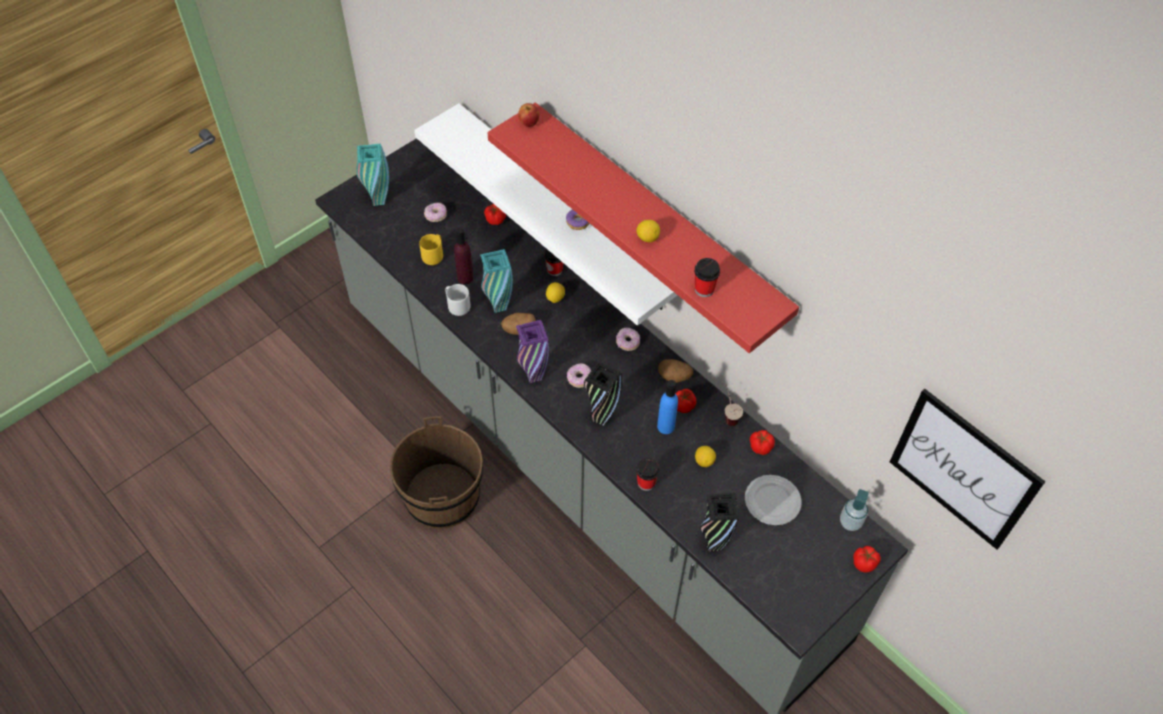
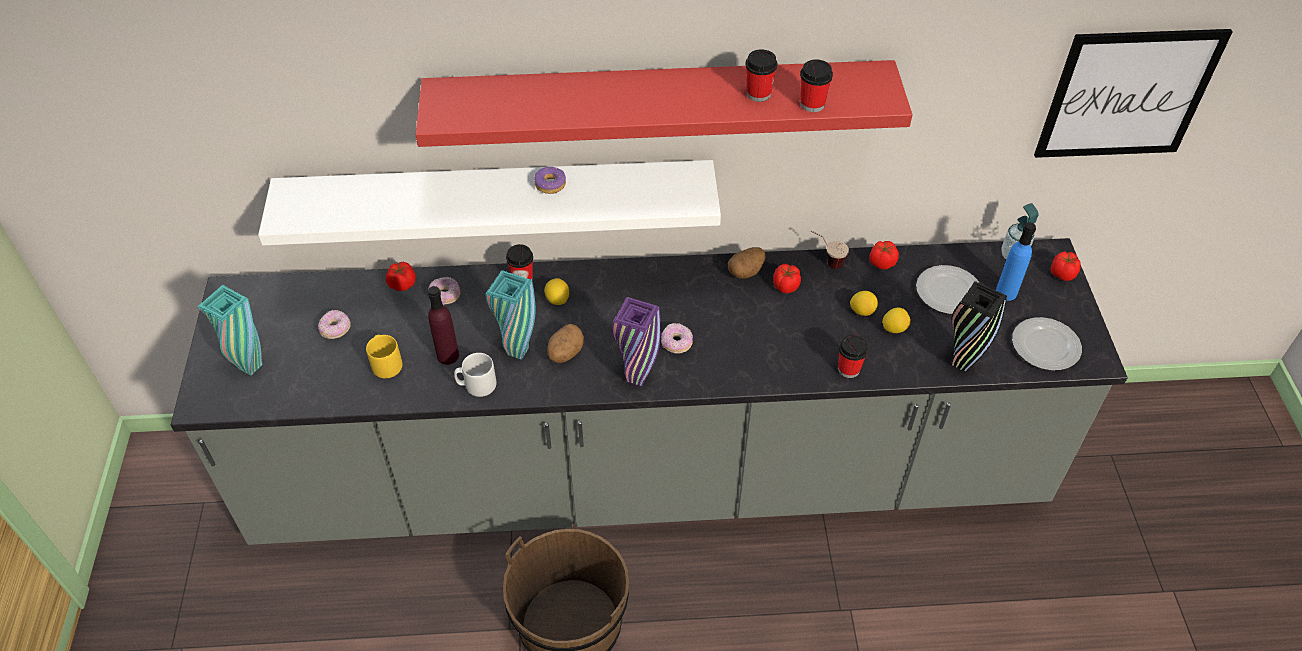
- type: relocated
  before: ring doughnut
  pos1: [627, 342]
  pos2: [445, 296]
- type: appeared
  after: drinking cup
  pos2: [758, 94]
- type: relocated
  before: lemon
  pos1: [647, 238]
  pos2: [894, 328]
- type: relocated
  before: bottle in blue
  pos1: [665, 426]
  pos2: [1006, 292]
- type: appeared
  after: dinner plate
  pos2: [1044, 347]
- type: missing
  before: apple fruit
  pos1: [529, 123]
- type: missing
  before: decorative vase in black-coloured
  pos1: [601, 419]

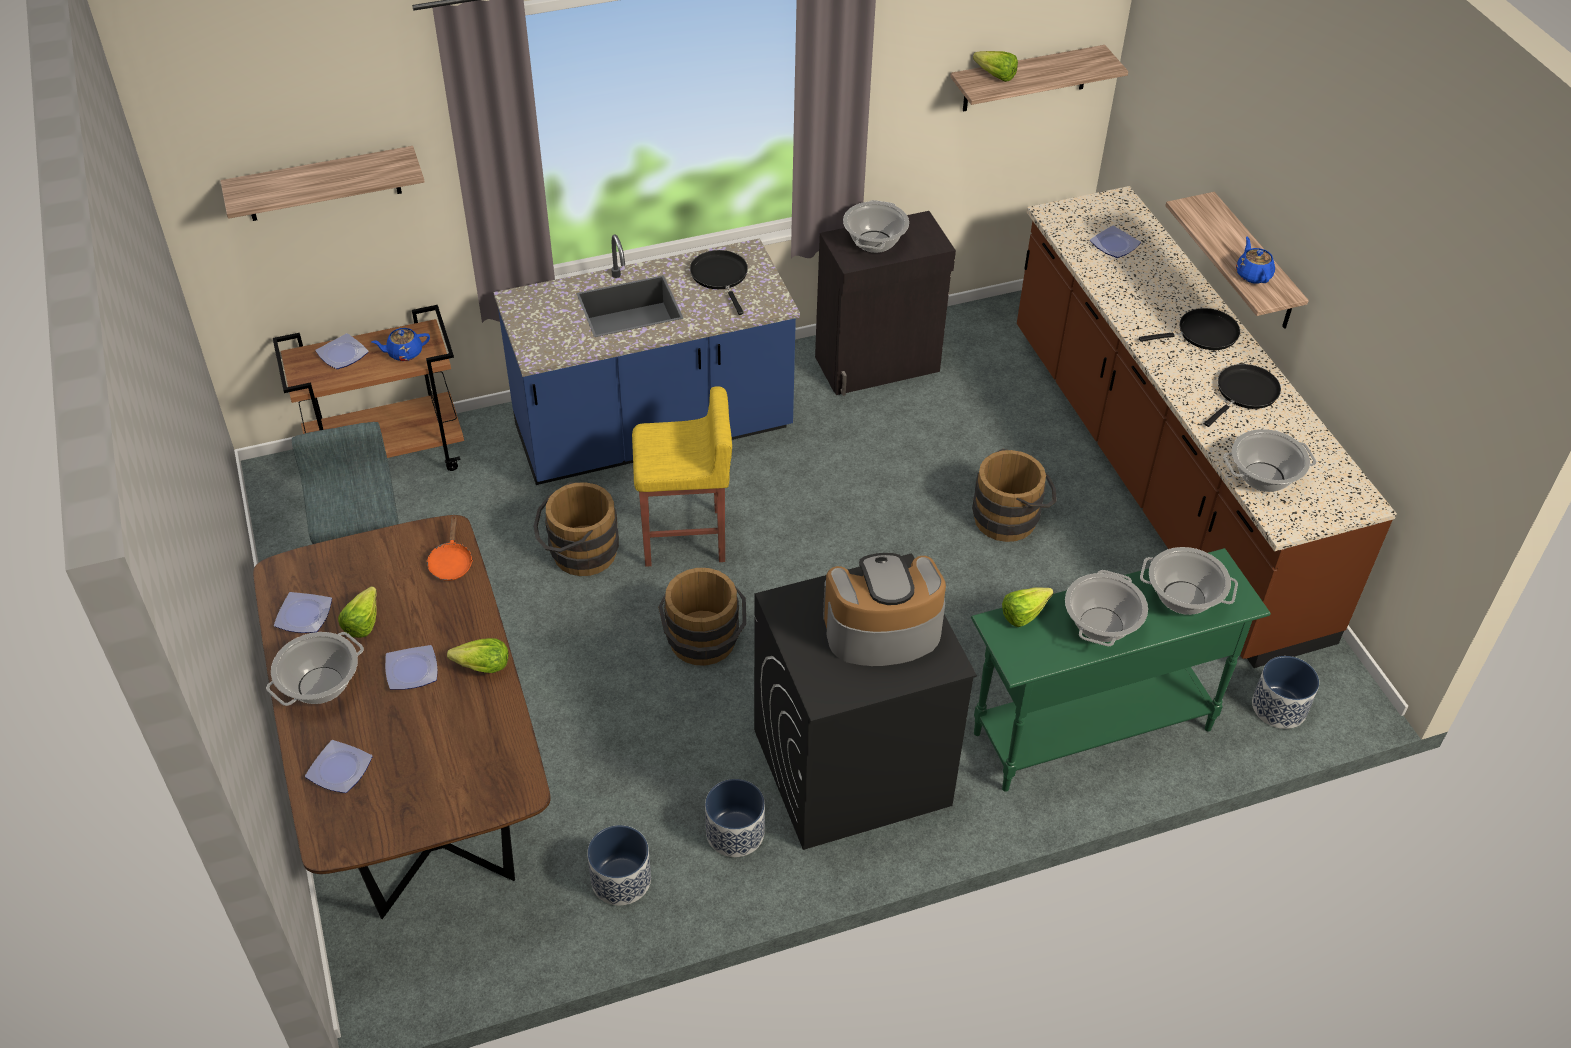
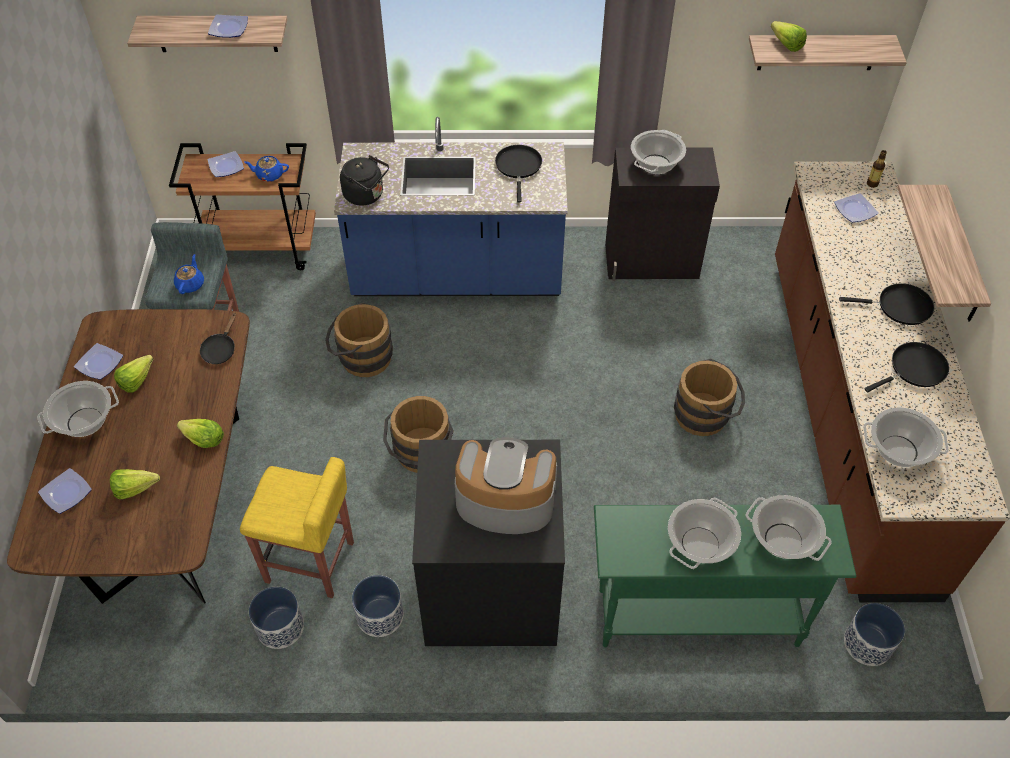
- type: relocated
  before: lettuce head
  pos1: [1028, 613]
  pos2: [139, 489]
- type: relocated
  before: tea pot in blue
  pos1: [1253, 274]
  pos2: [191, 284]
- type: colour
  before: pan in orange
  after: pan in black-coloured
  pos1: [451, 562]
  pos2: [220, 349]
- type: relocated
  before: dinner plate
  pos1: [412, 669]
  pos2: [229, 28]
- type: relocated
  before: stool in yellow
  pos1: [685, 538]
  pos2: [311, 563]
- type: appeared
  after: kettle in black-coloured
  pos2: [366, 195]
- type: appeared
  after: bottle
  pos2: [872, 184]

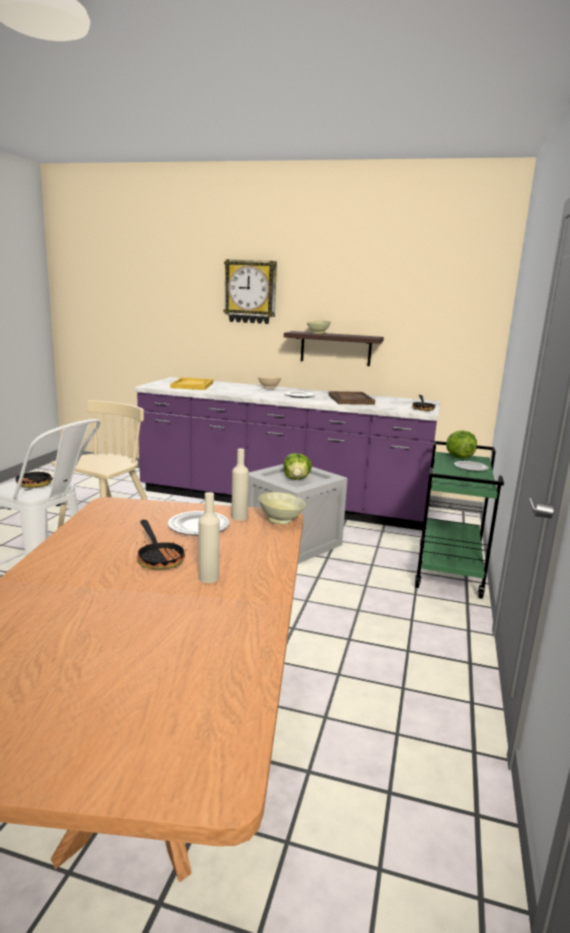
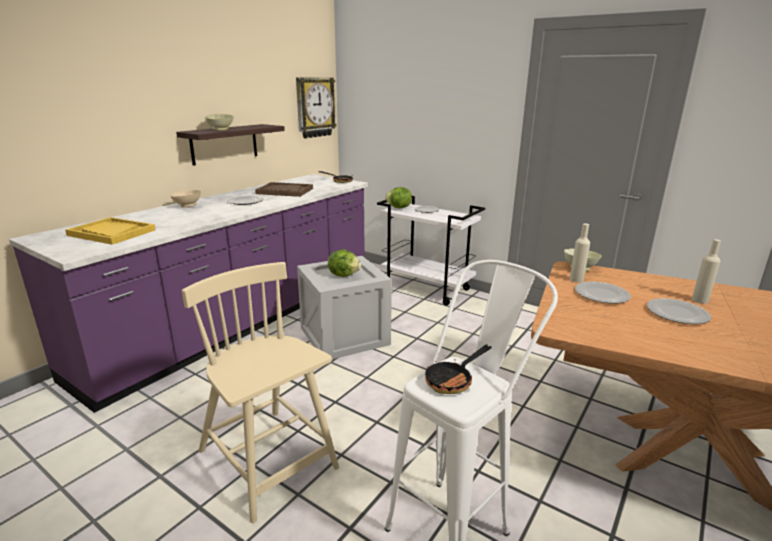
- type: relocated
  before: hanging clock
  pos1: [250, 292]
  pos2: [314, 107]
- type: colour
  before: trolley in green
  after: trolley in white
  pos1: [449, 571]
  pos2: [427, 288]
- type: exchanged
  before: pan
  after: dinner plate
  pos1: [159, 558]
  pos2: [676, 313]

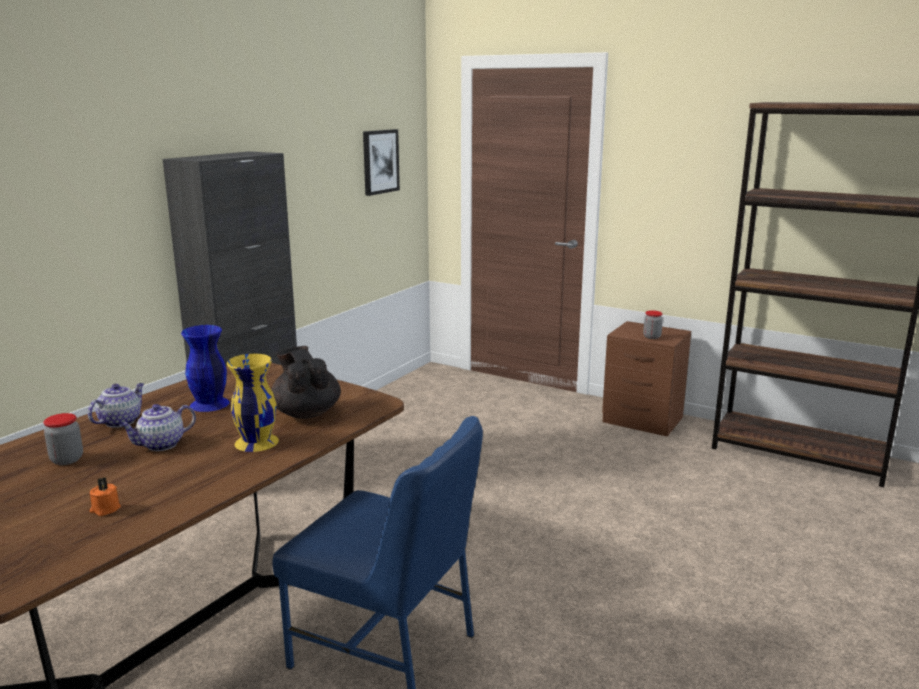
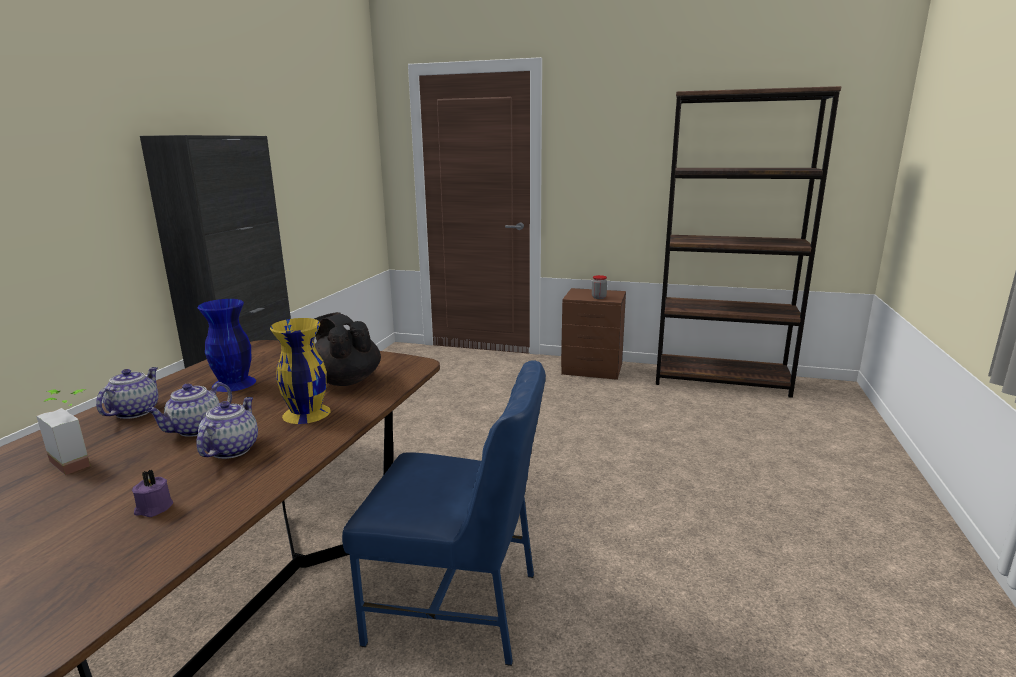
- type: exchanged
  before: storage jar
  after: potted plant
  pos1: [67, 459]
  pos2: [80, 460]
- type: colour
  before: candle in orange
  after: candle in purple
  pos1: [105, 509]
  pos2: [153, 508]
- type: appeared
  after: tea pot
  pos2: [232, 449]
- type: missing
  before: wall picture
  pos1: [380, 161]

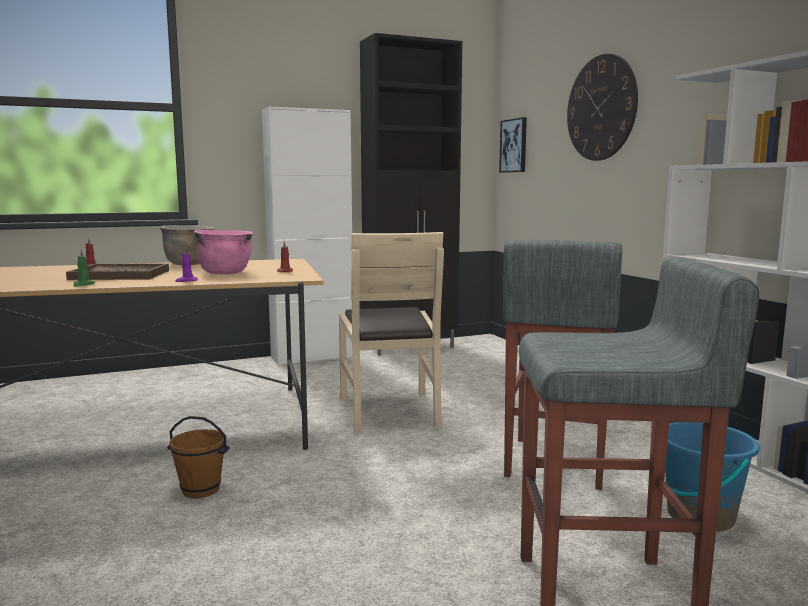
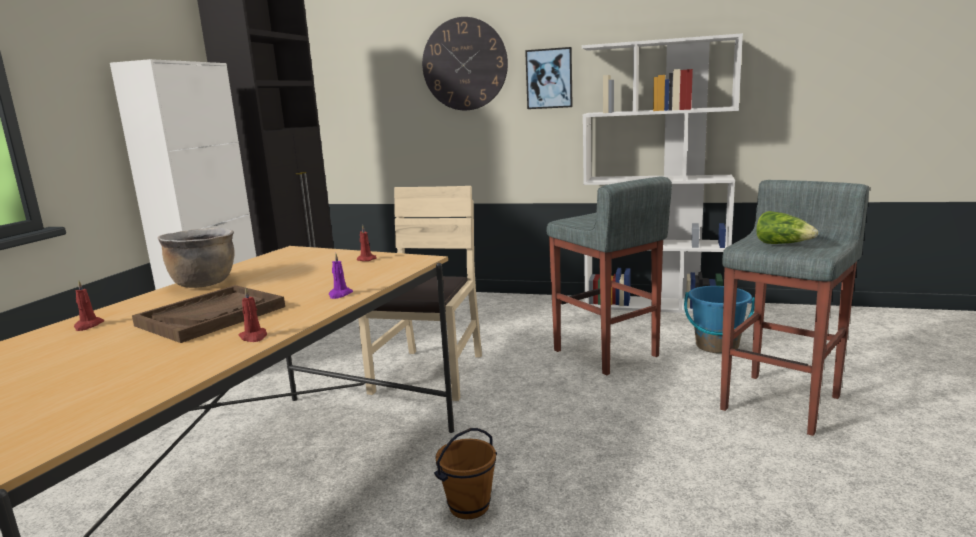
- type: colour
  before: candle in green
  after: candle in reddish
  pos1: [83, 285]
  pos2: [254, 337]
- type: spun
  before: upright chair in sand-coloured
  pos1: [389, 411]
  pos2: [430, 374]
  turn: -105
- type: relocated
  before: wall picture
  pos1: [514, 145]
  pos2: [549, 78]
- type: appeared
  after: lettuce head
  pos2: [783, 244]
- type: missing
  before: saucepot in pinkish
  pos1: [225, 273]

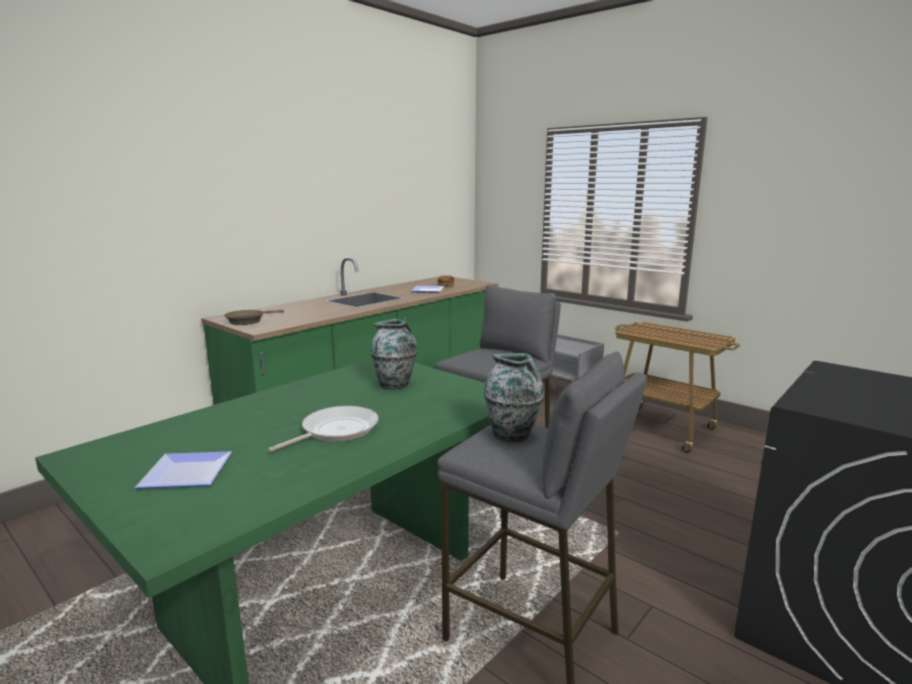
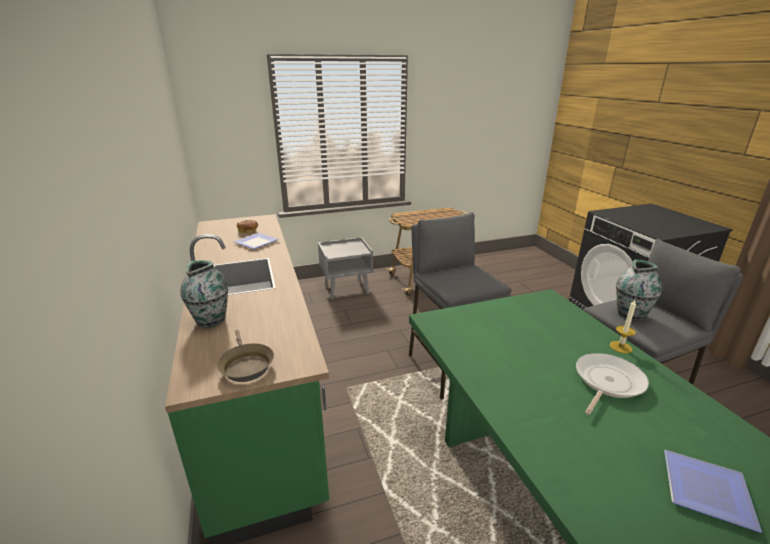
- type: relocated
  before: decorative vase
  pos1: [395, 384]
  pos2: [211, 320]
- type: spun
  before: pan
  pos1: [336, 431]
  pos2: [607, 382]
  turn: 60
- type: appeared
  after: candle
  pos2: [620, 347]

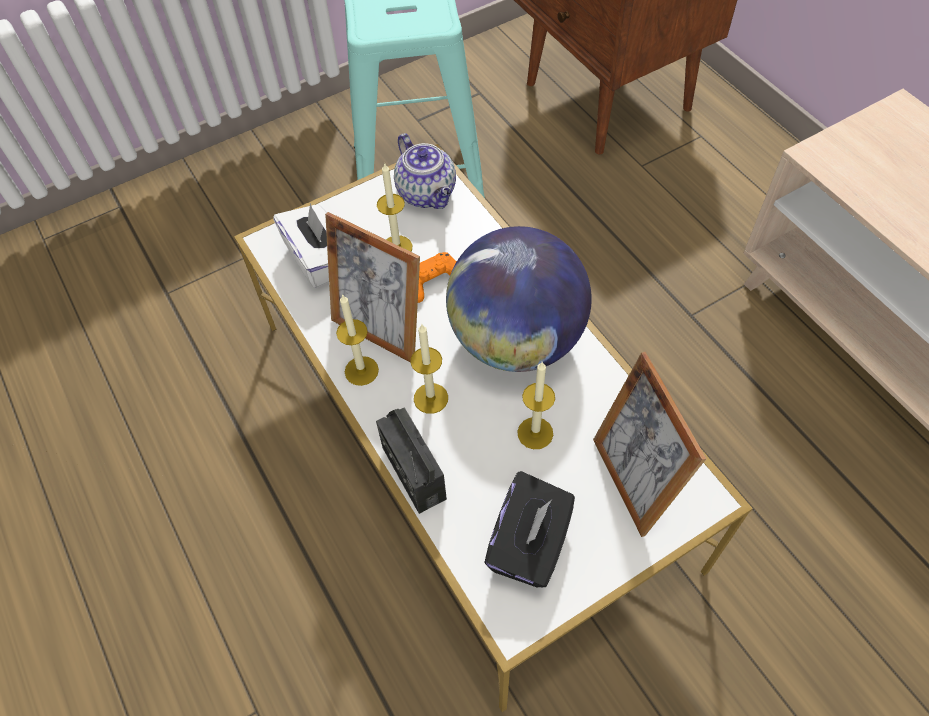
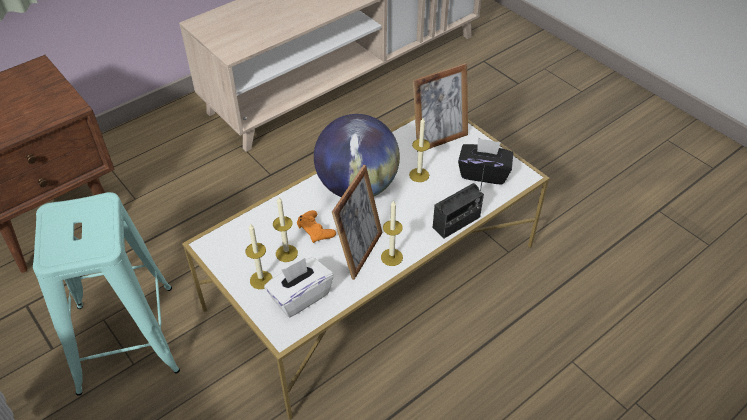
- type: relocated
  before: candle
  pos1: [431, 398]
  pos2: [261, 280]
- type: missing
  before: tea pot
  pos1: [428, 194]

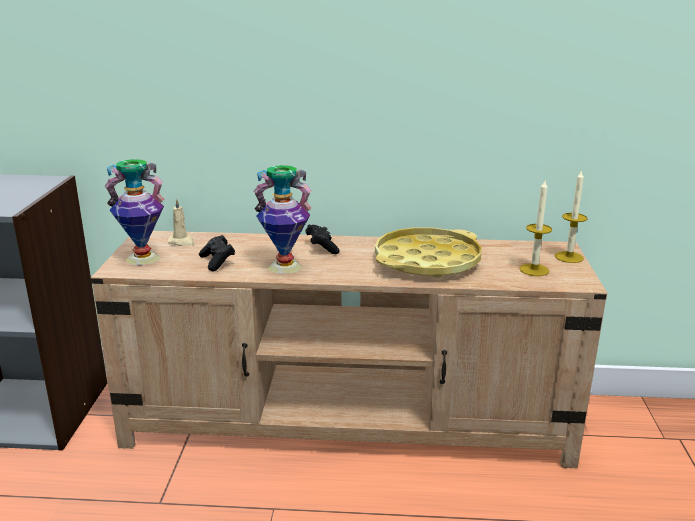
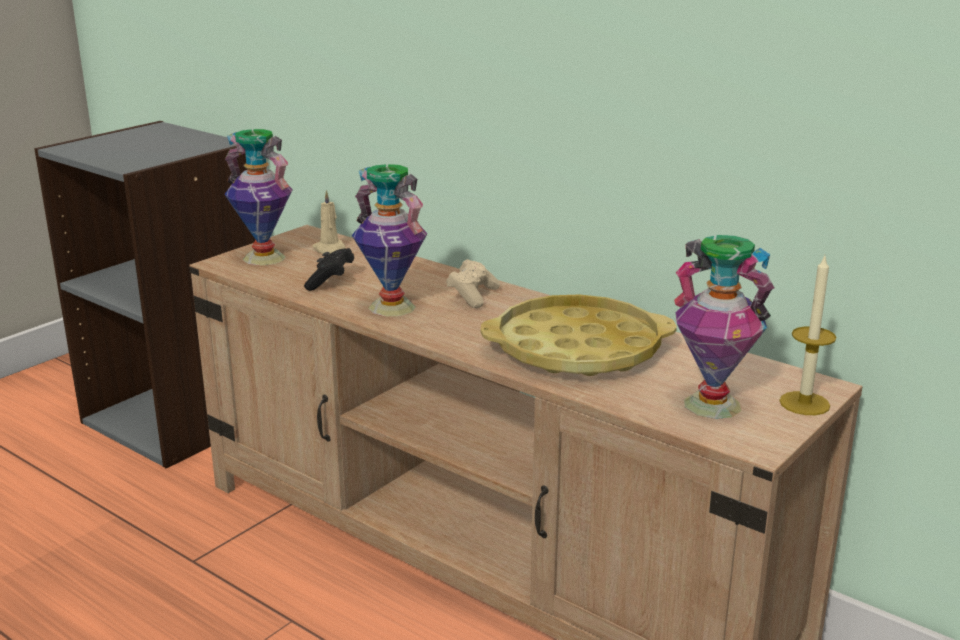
- type: colour
  before: game controller in black-coloured
  after: game controller in sand-coloured
  pos1: [322, 247]
  pos2: [473, 296]
- type: exchanged
  before: candle
  after: decorative vase
  pos1: [534, 270]
  pos2: [713, 404]

